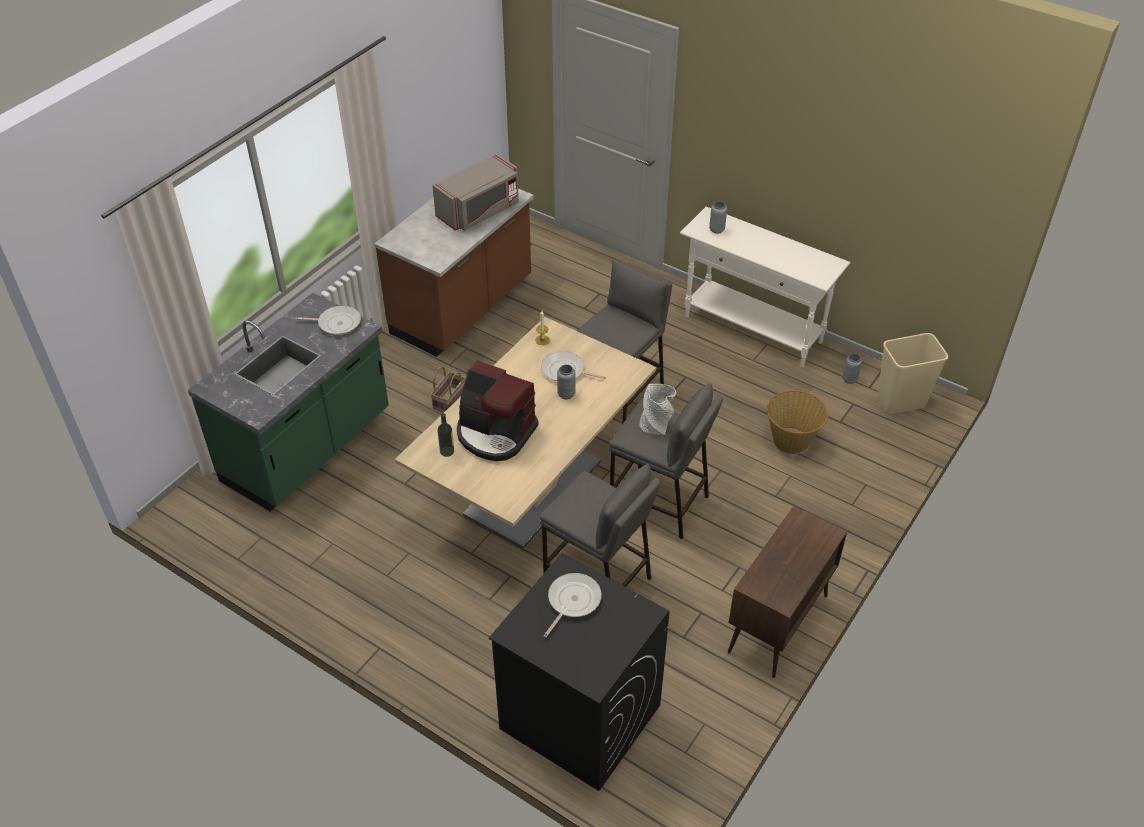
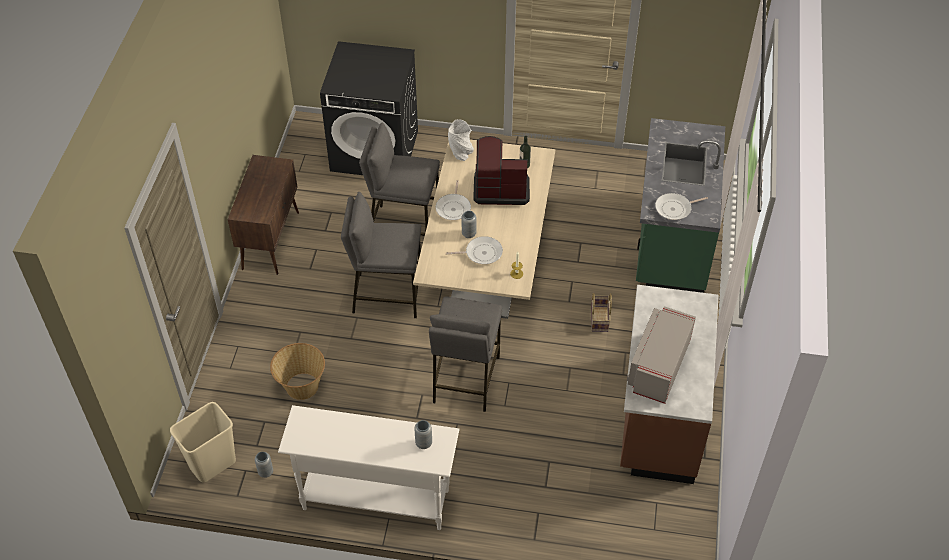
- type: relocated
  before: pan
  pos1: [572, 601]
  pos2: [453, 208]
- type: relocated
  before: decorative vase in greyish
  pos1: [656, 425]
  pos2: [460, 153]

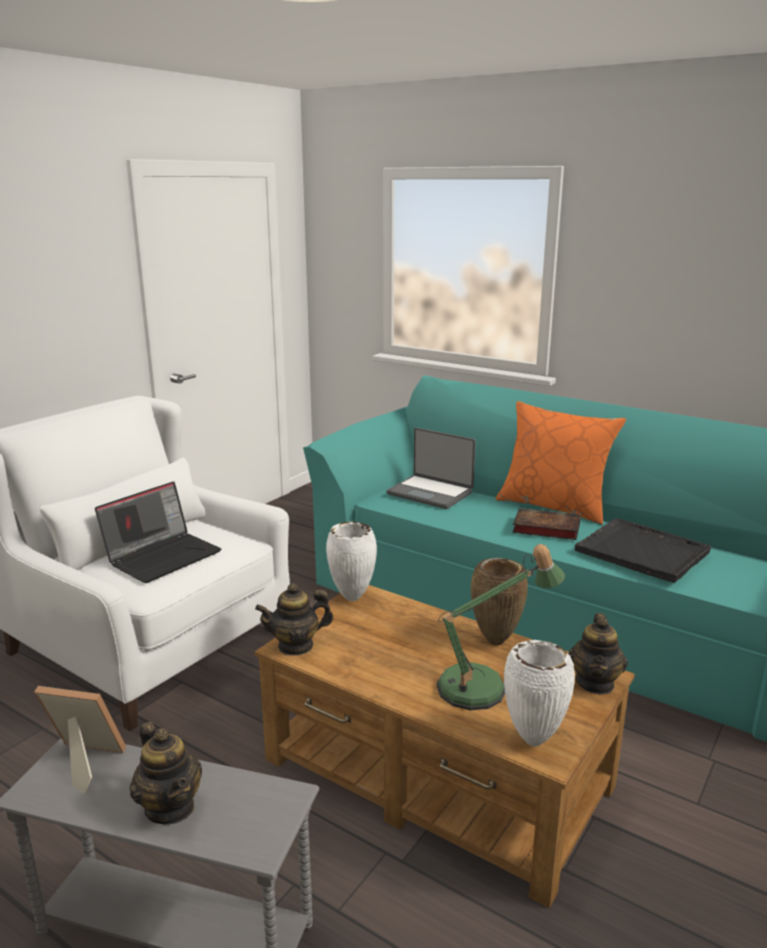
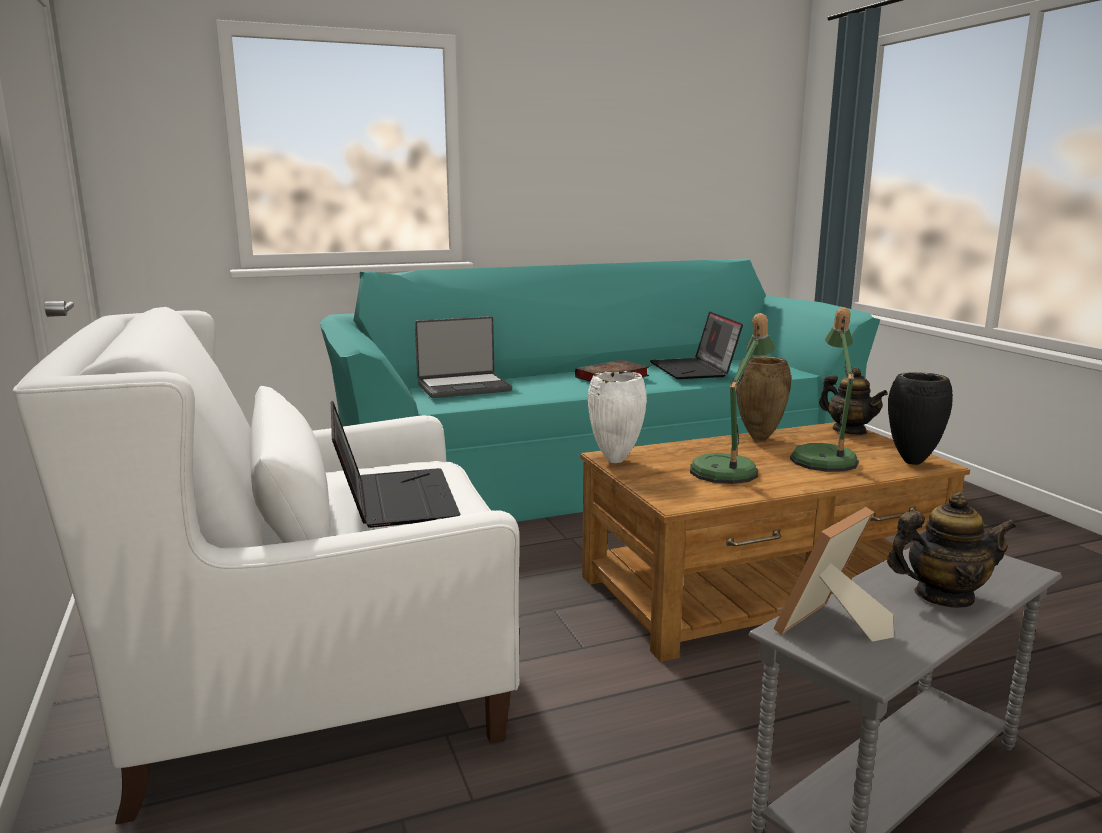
- type: exchanged
  before: tray in black-coloured
  after: notebook computer
  pos1: [643, 552]
  pos2: [694, 370]
- type: appeared
  after: tabletop lamp
  pos2: [729, 469]
- type: colour
  before: decorative vase in white
  after: decorative vase in black-coloured
  pos1: [534, 740]
  pos2: [911, 462]
- type: missing
  before: tea pot
  pos1: [296, 646]
- type: missing
  before: pillow in orange
  pos1: [554, 506]

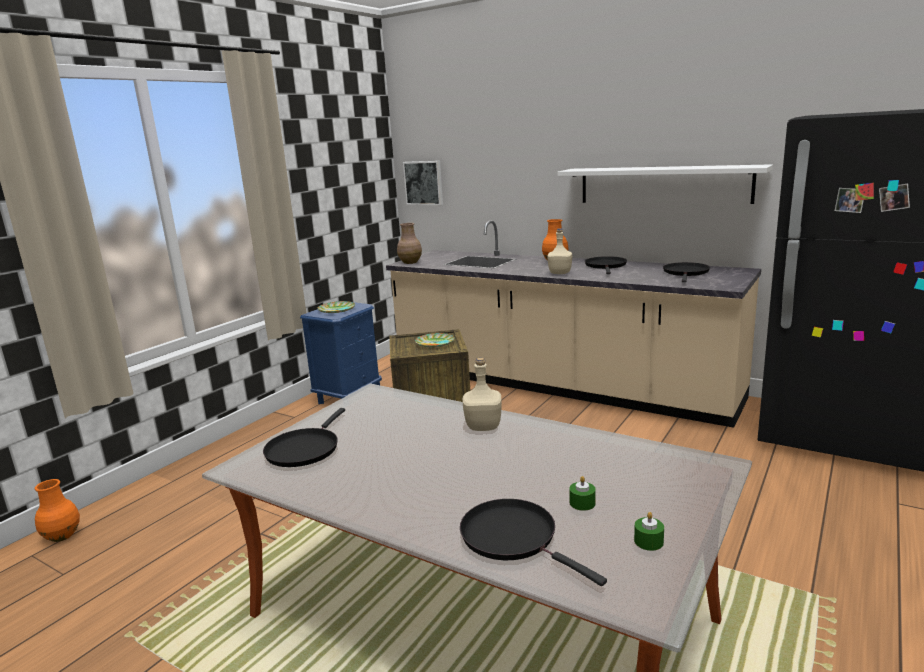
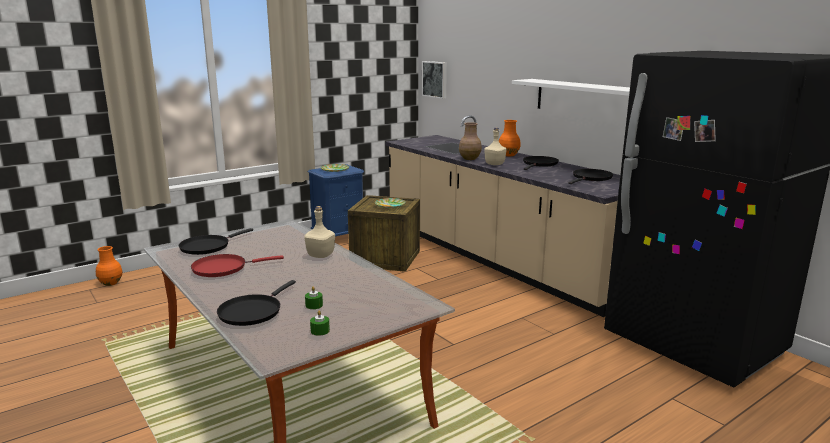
- type: appeared
  after: pan in reddish
  pos2: [223, 268]
- type: spun
  before: pan in black-coloured
  pos1: [514, 538]
  pos2: [252, 312]
  turn: -135
- type: relocated
  before: decorative vase in brown-coloured
  pos1: [410, 262]
  pos2: [469, 158]

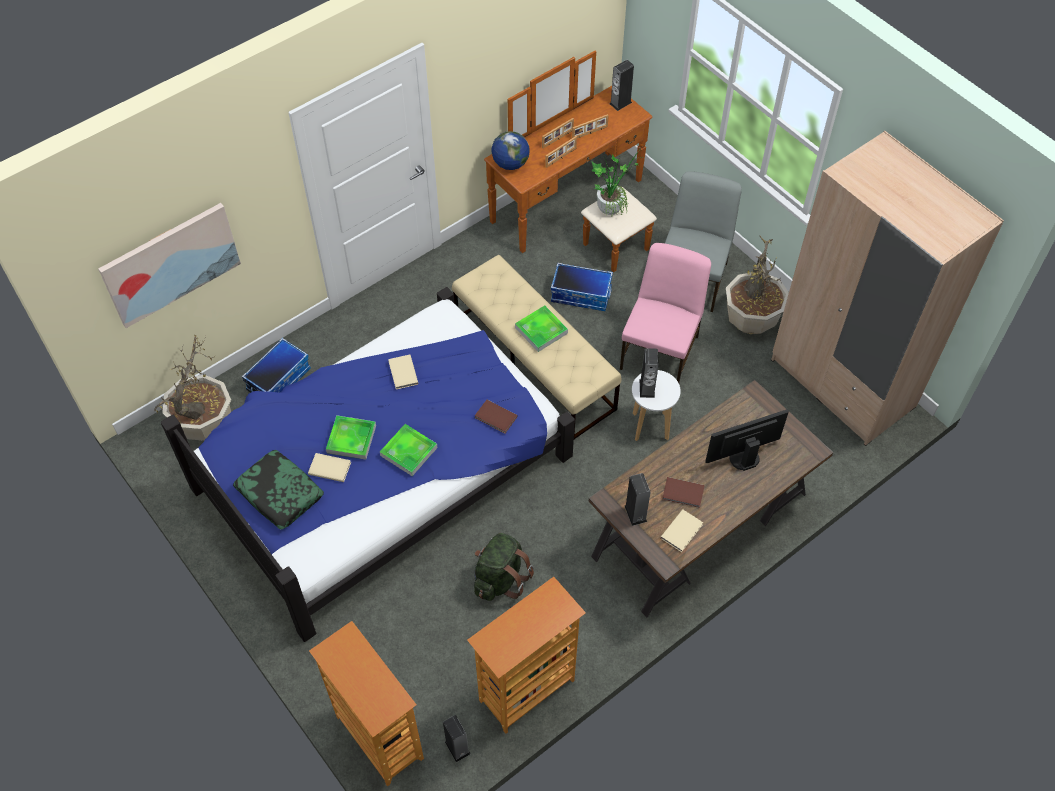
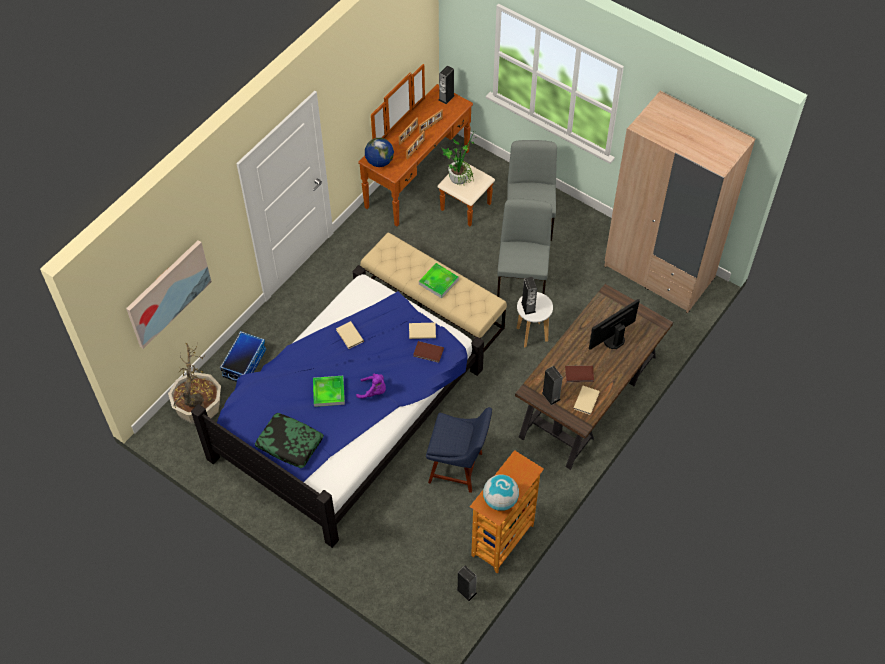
- type: exchanged
  before: tray
  after: soft toy in purple
  pos1: [409, 451]
  pos2: [374, 391]
- type: relocated
  before: bound book in sand-coloured
  pos1: [329, 467]
  pos2: [422, 331]
- type: exchanged
  before: knapsack in green
  after: upright chair in blue
  pos1: [500, 578]
  pos2: [458, 468]
- type: appeared
  after: globe
  pos2: [500, 500]
- type: colour
  before: upright chair in pinkish
  after: upright chair in greyish
  pos1: [660, 351]
  pos2: [522, 278]
- type: missing
  before: shelving unit
  pos1: [378, 738]
- type: missing
  before: storage container
  pos1: [581, 294]
- type: missing
  before: potted plant
  pos1: [751, 320]

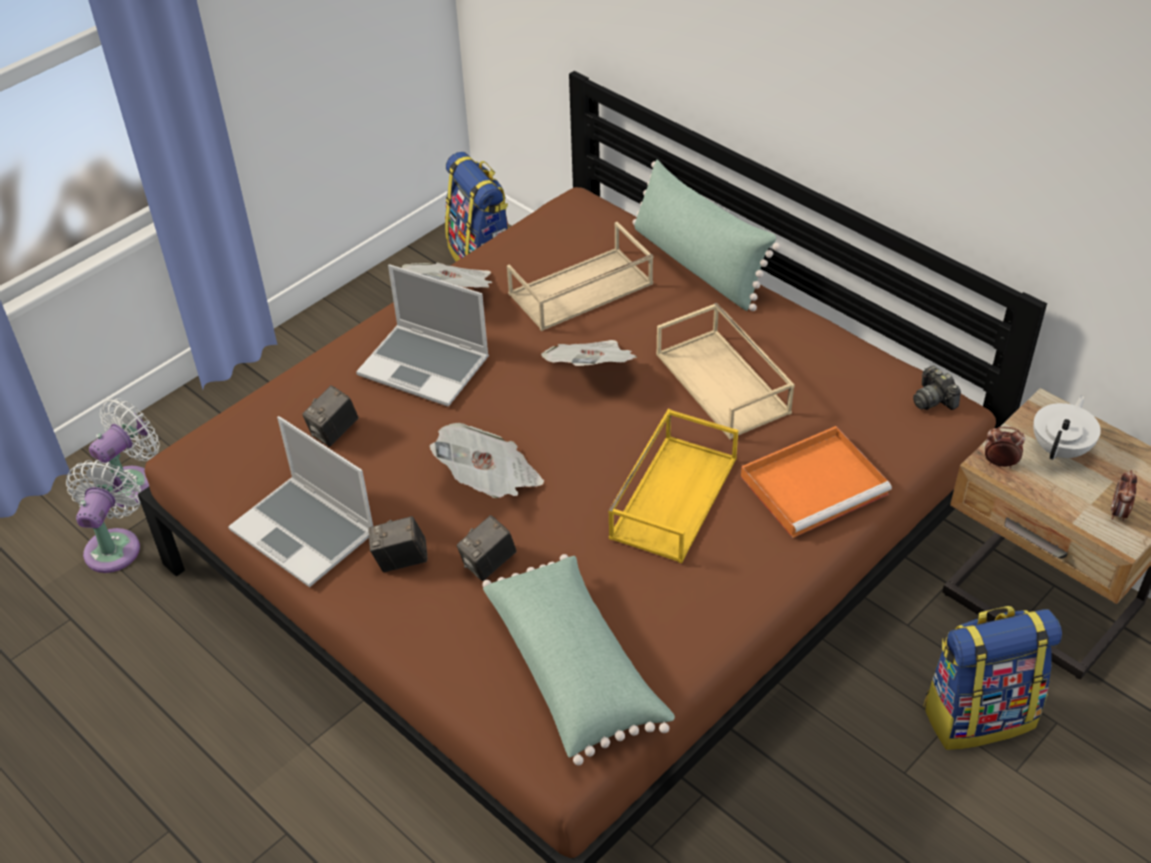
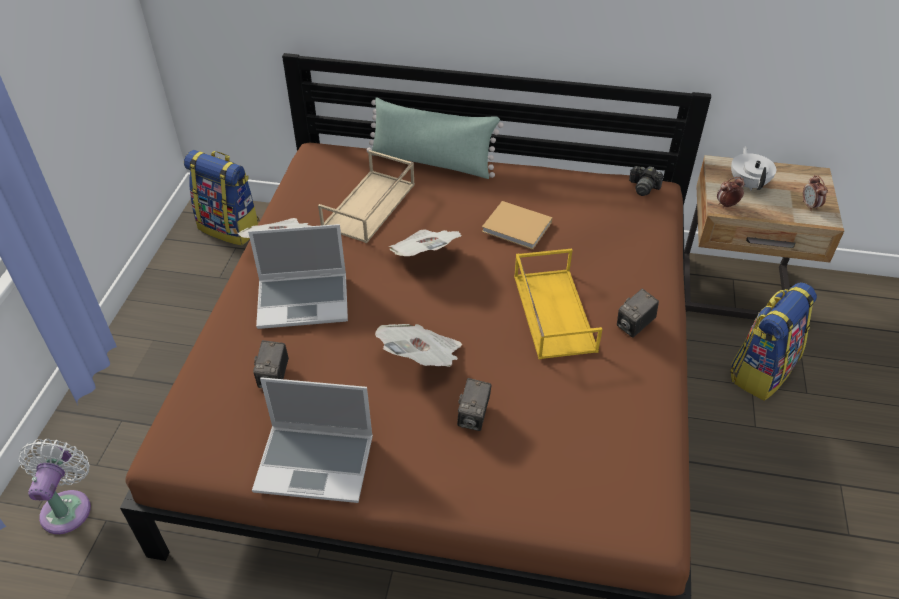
- type: exchanged
  before: tray in sand-coloured
  after: bound book in sand-coloured
  pos1: [724, 383]
  pos2: [518, 227]
- type: relocated
  before: still camera
  pos1: [401, 561]
  pos2: [634, 326]
- type: missing
  before: cooling fan in white
  pos1: [114, 546]
- type: missing
  before: pillow in green
  pos1: [575, 669]
- type: missing
  before: tray in orange
  pos1: [816, 484]

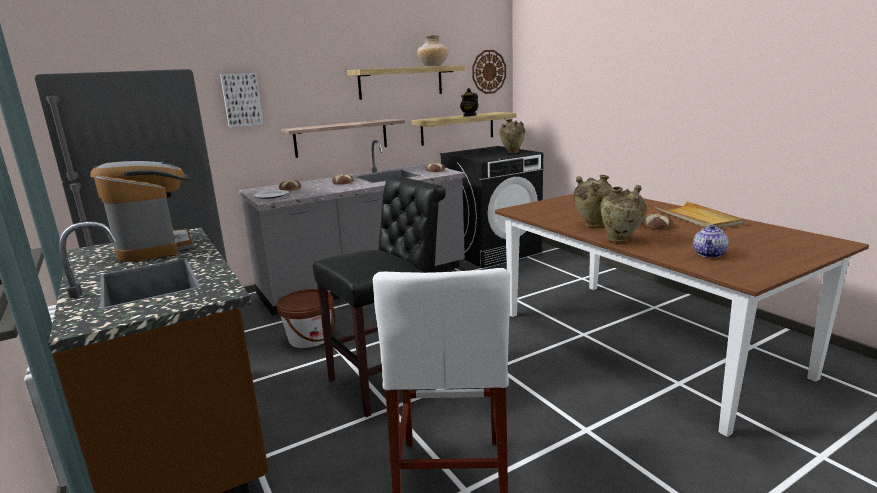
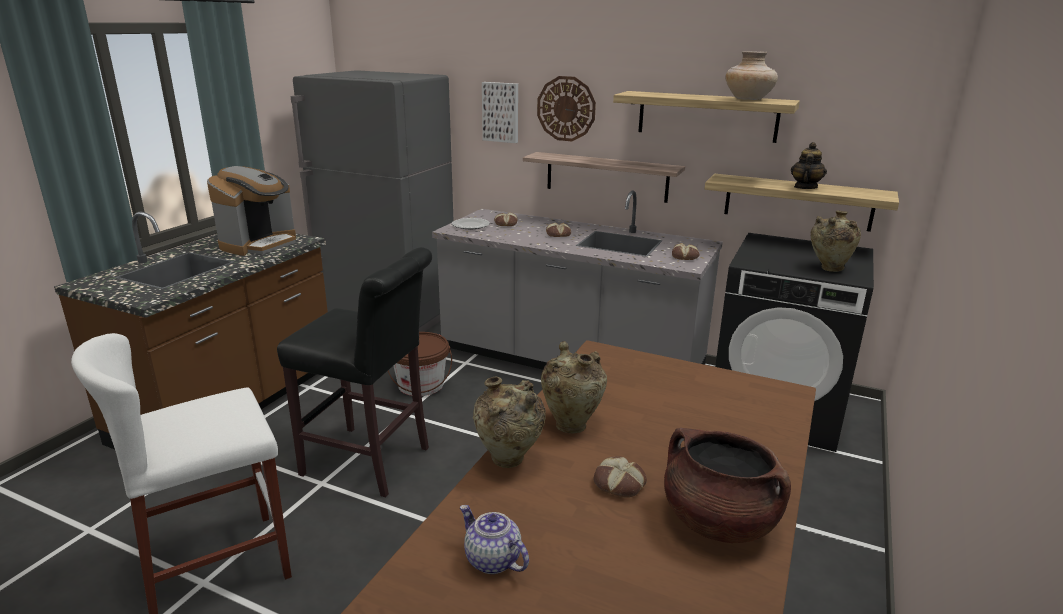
- type: spun
  before: tea pot
  pos1: [709, 254]
  pos2: [492, 560]
  turn: 45
- type: relocated
  before: hanging clock
  pos1: [488, 72]
  pos2: [566, 109]
- type: exchanged
  before: tray in sand-coloured
  after: saucepot in brown-coloured
  pos1: [697, 218]
  pos2: [718, 521]

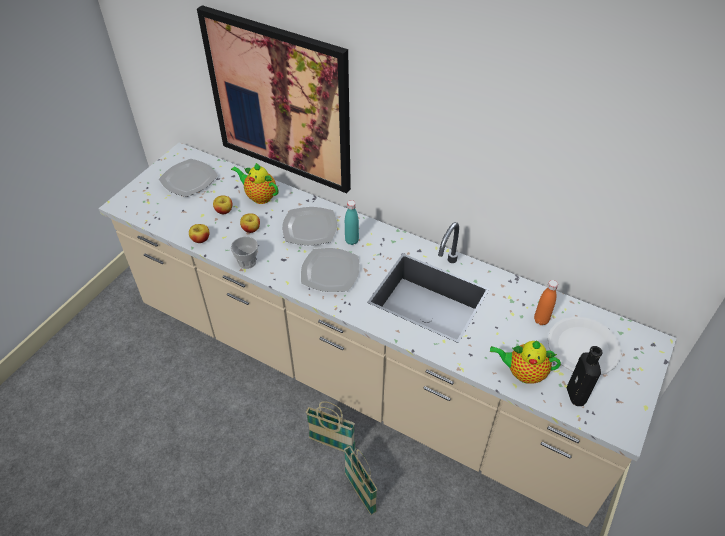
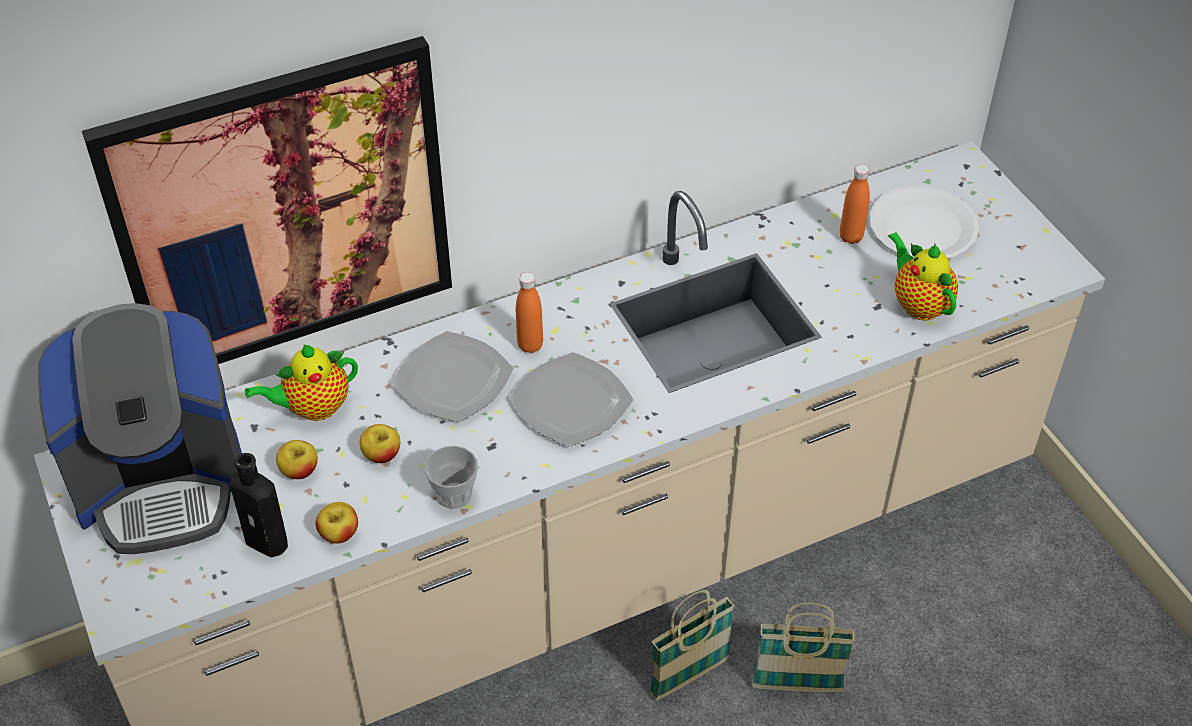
- type: exchanged
  before: dinner plate
  after: coffee maker
  pos1: [189, 179]
  pos2: [163, 483]
- type: relocated
  before: bottle in black-coloured
  pos1: [577, 396]
  pos2: [269, 543]
- type: colour
  before: bottle in turquoise
  after: bottle in orange
  pos1: [352, 241]
  pos2: [530, 345]
- type: spun
  before: tea pot
  pos1: [523, 373]
  pos2: [918, 304]
  turn: 105

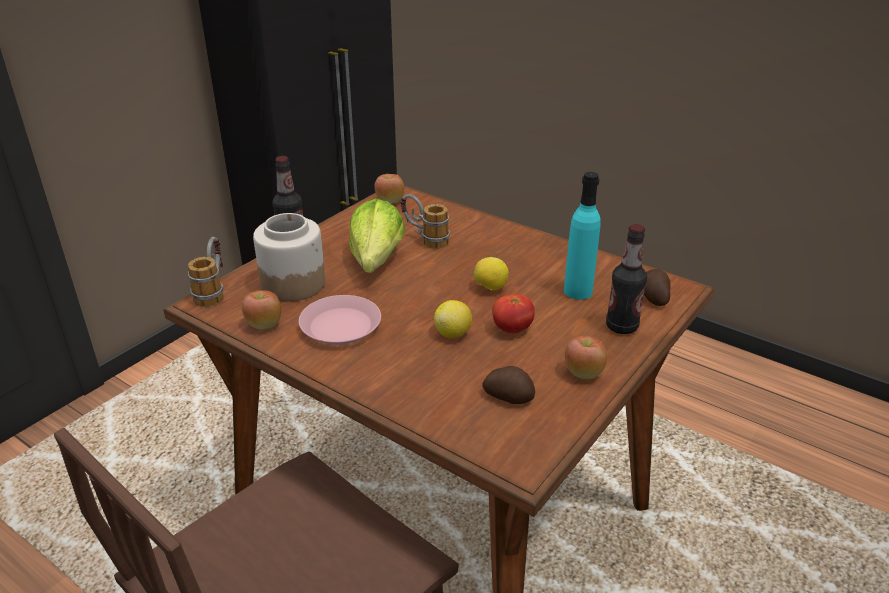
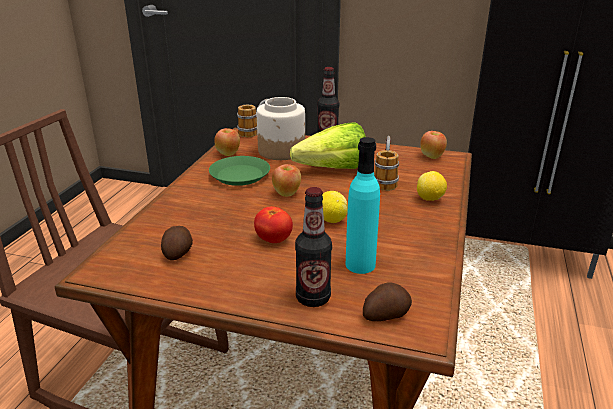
- type: colour
  before: dinner plate in pinkish
  after: dinner plate in green
  pos1: [341, 326]
  pos2: [240, 175]
- type: relocated
  before: apple fruit
  pos1: [583, 373]
  pos2: [287, 193]
- type: relocated
  before: lemon
  pos1: [453, 333]
  pos2: [430, 199]

